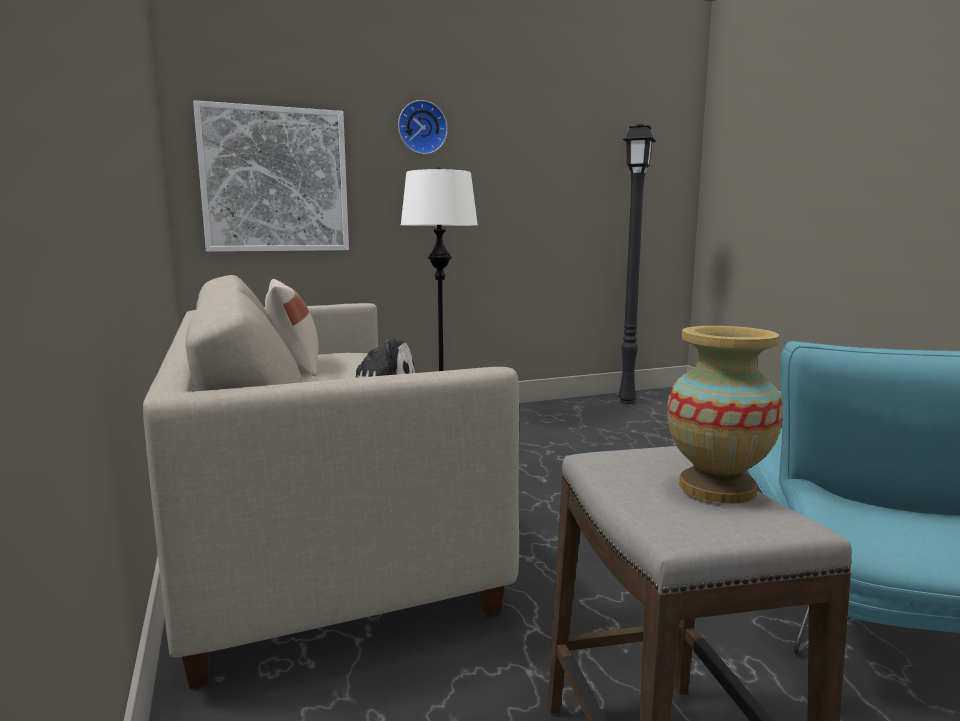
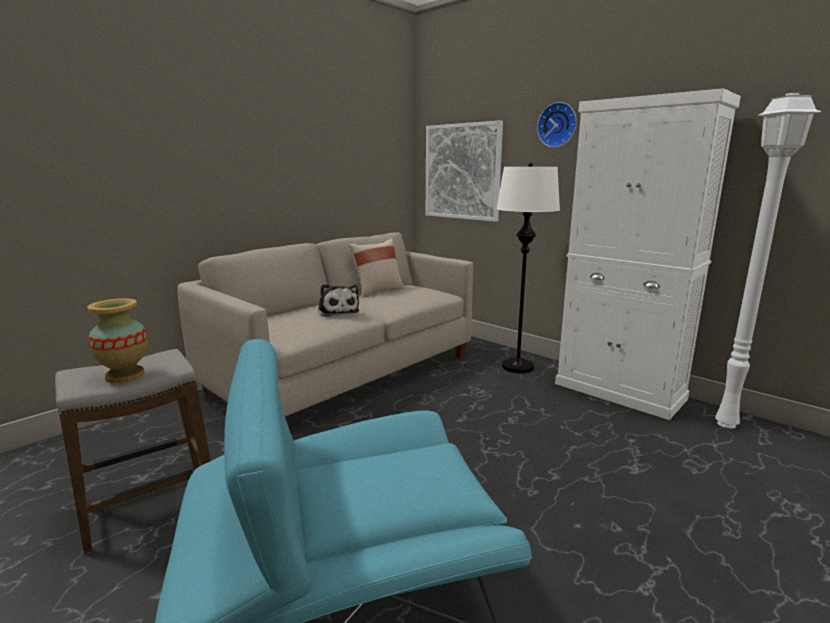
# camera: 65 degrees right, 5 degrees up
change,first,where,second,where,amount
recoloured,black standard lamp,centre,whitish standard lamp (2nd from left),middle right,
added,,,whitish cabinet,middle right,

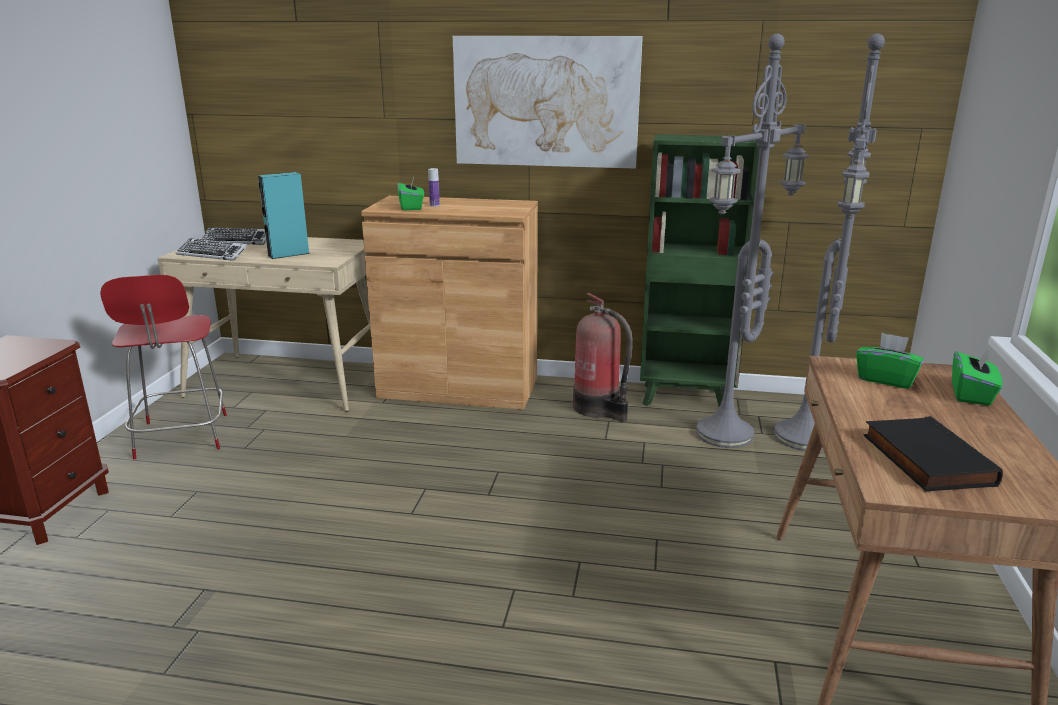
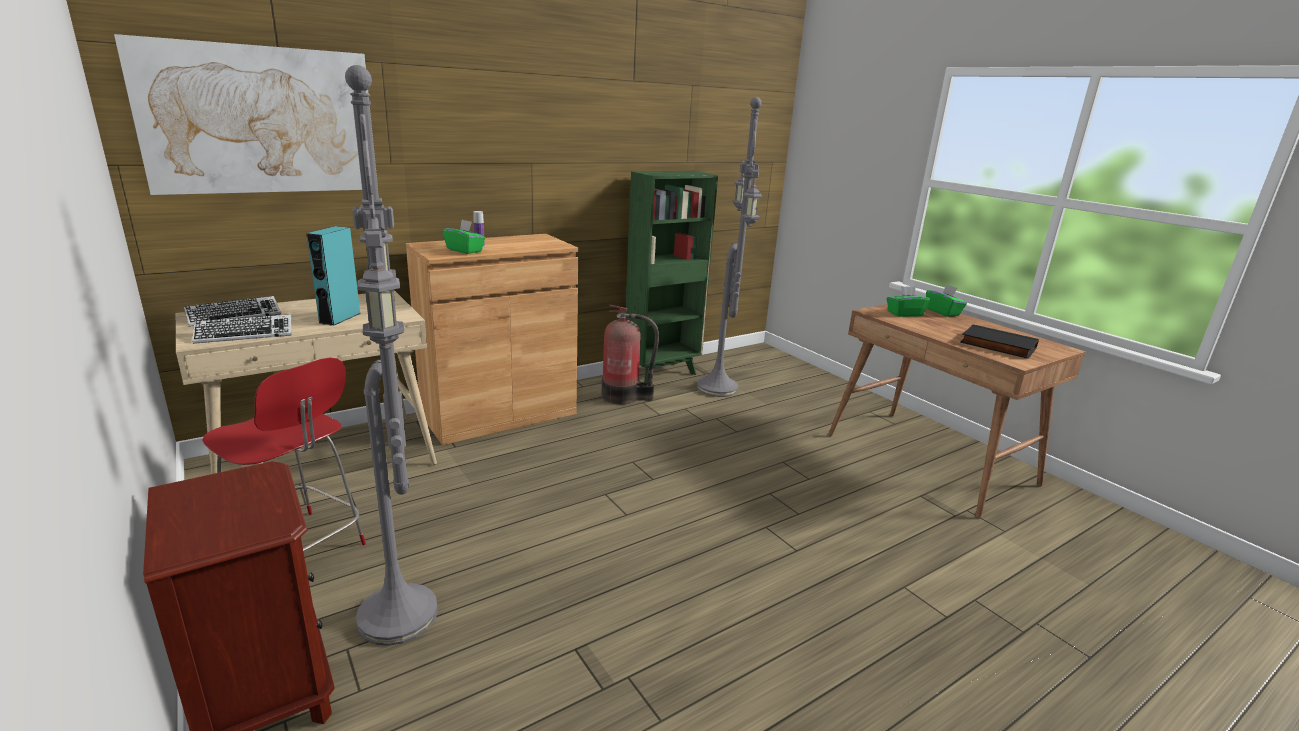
# camera: 45 degrees left, 0 degrees up
change,first,where,second,where,amount
moved,wall art,top centre,,top left,
moved,greyish standard lamp (2nd from left in the first image),middle right,greyish standard lamp (1st from left),middle left,

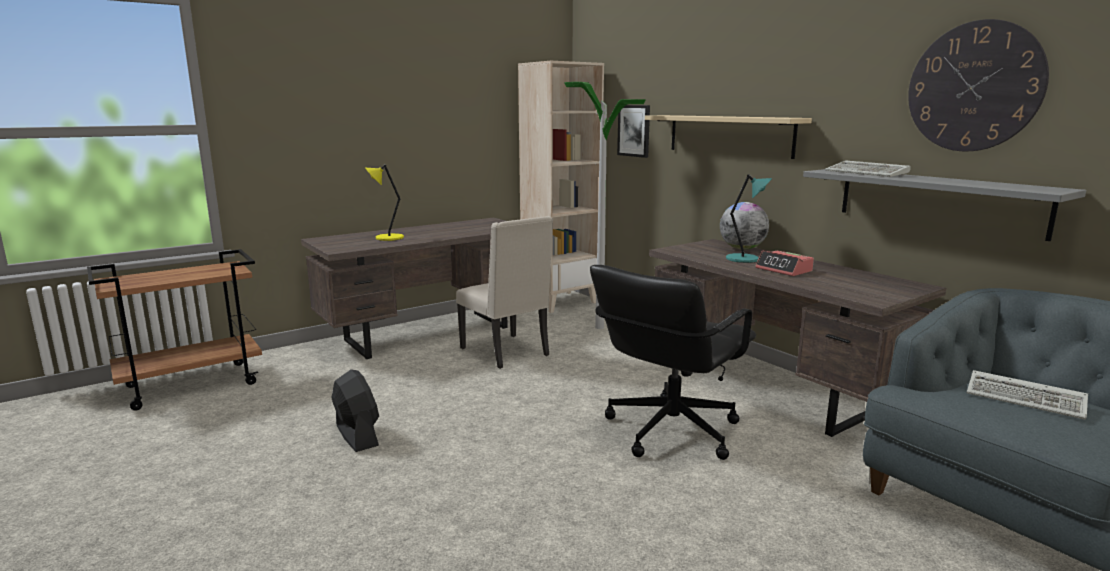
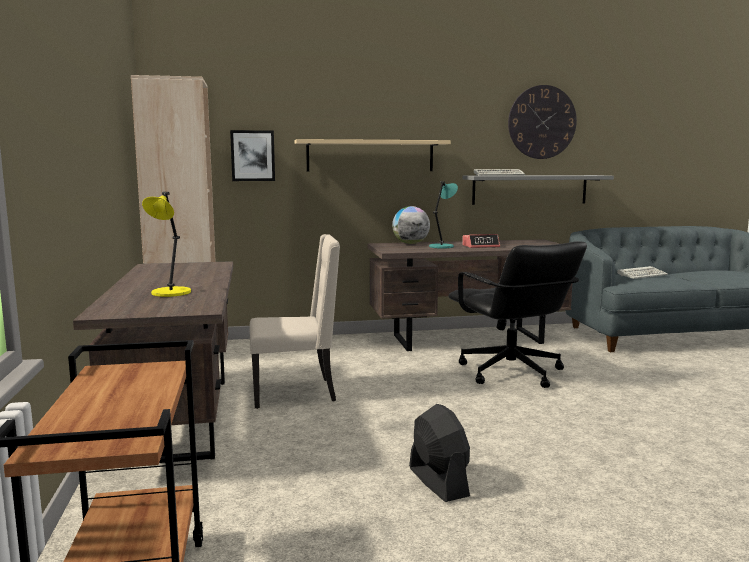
# camera: 65 degrees left, 5 degrees down
change,first,where,second,where,amount
turned,black electric fan,bottom left,,bottom centre,75 degrees clockwise
removed,standard lamp,centre,,,

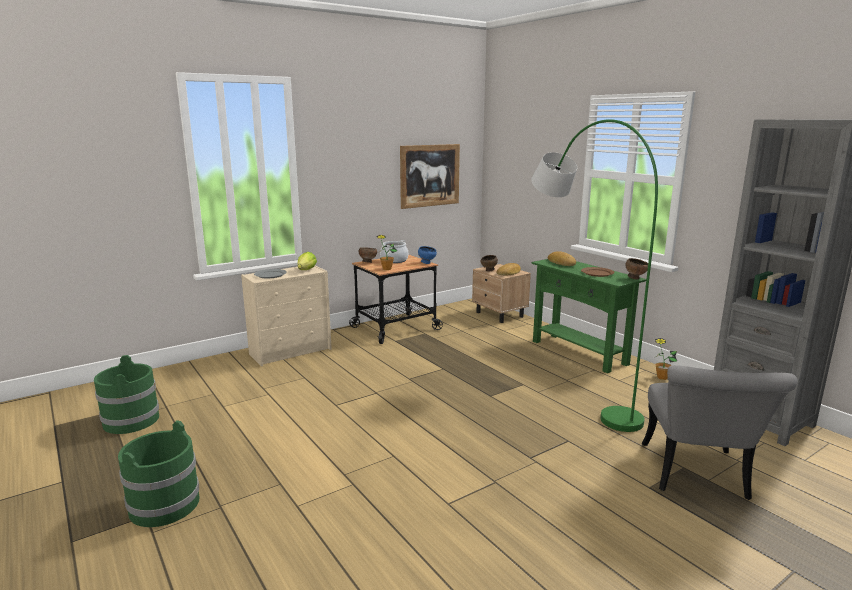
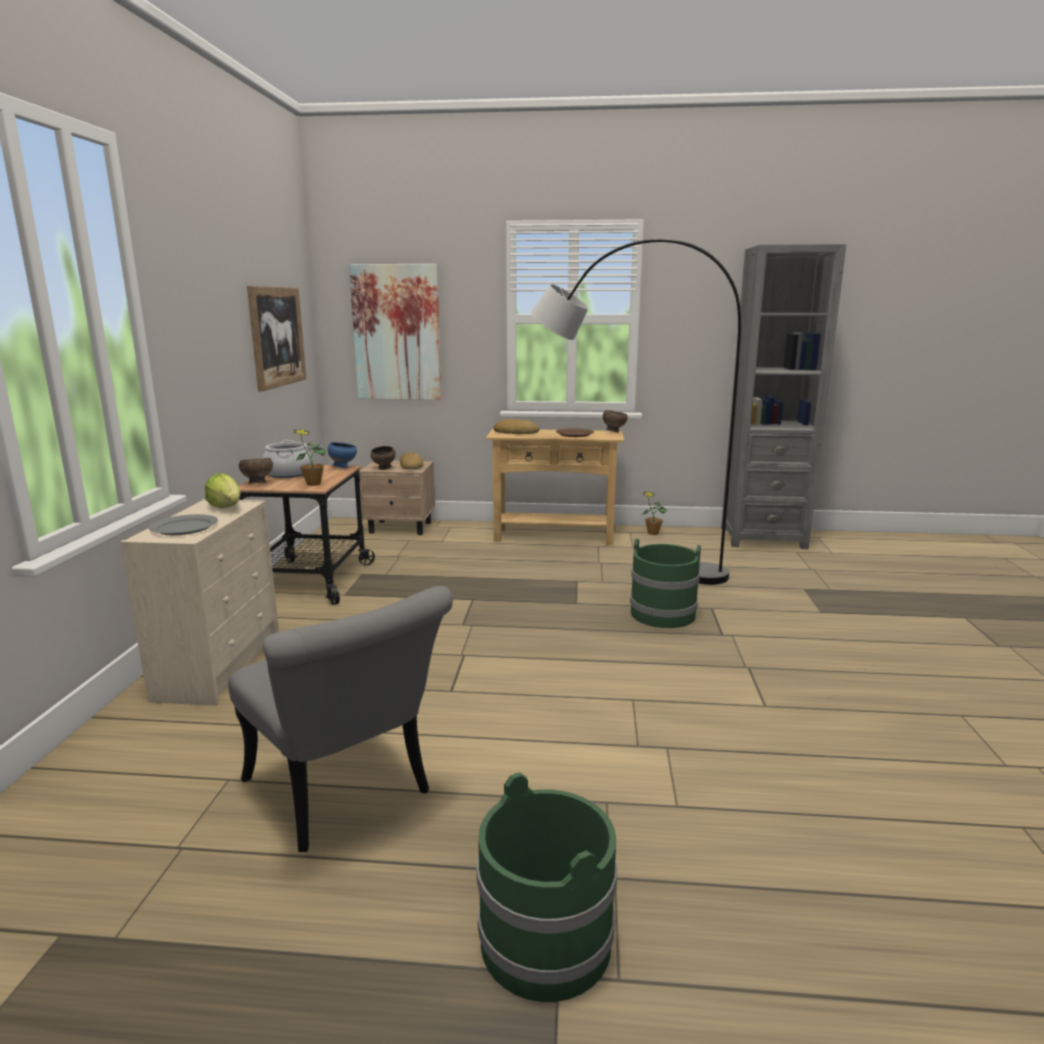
# camera: 50 degrees left, 0 degrees up
change,first,where,second,where,amount
moved,green water bucket (1st from left in the first image),bottom left,green water bucket (2nd from left),centre,
recoloured,green standard lamp,middle right,greyish standard lamp,centre,
recoloured,green console table,middle right,sand-coloured console table,centre,
moved,greyish chair,bottom right,,bottom left,
added,,,wall art (2nd from left),top centre,

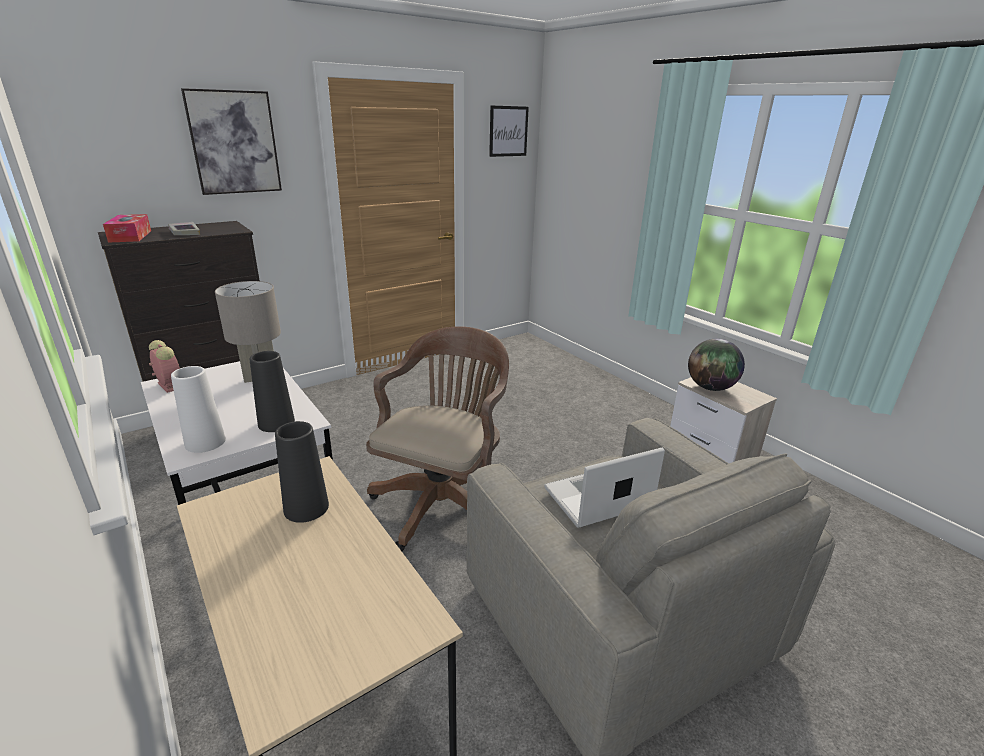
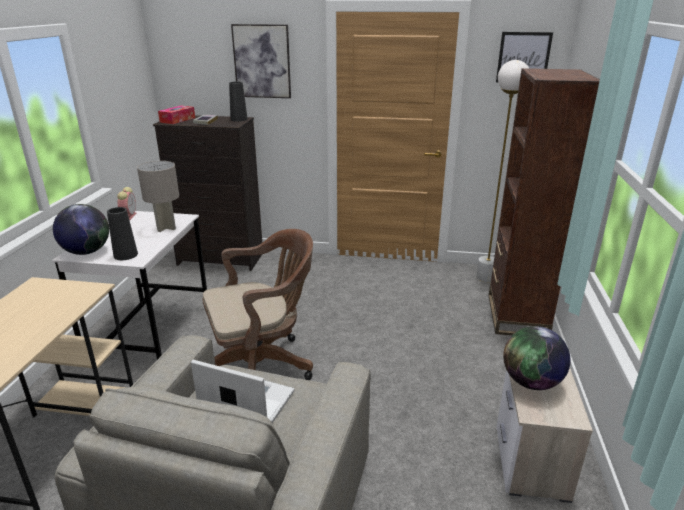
# camera: 45 degrees right, 0 degrees up
change,first,where,second,where,amount
replaced,whitish decorative vase,middle left,globe (1st from left),middle left,
moved,black decorative vase (2nd from left),middle left,,top centre,
added,,,whitish standard lamp,middle right,
added,,,brown-coloured bookshelf,middle right,

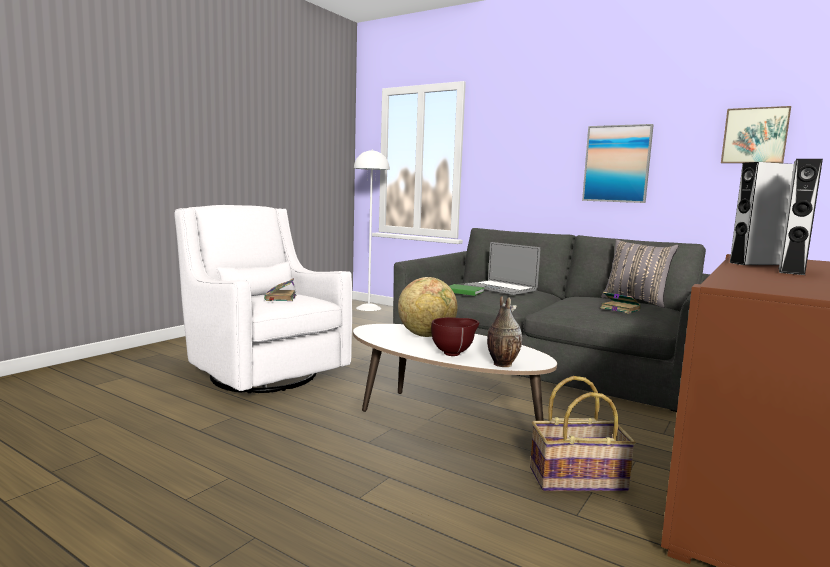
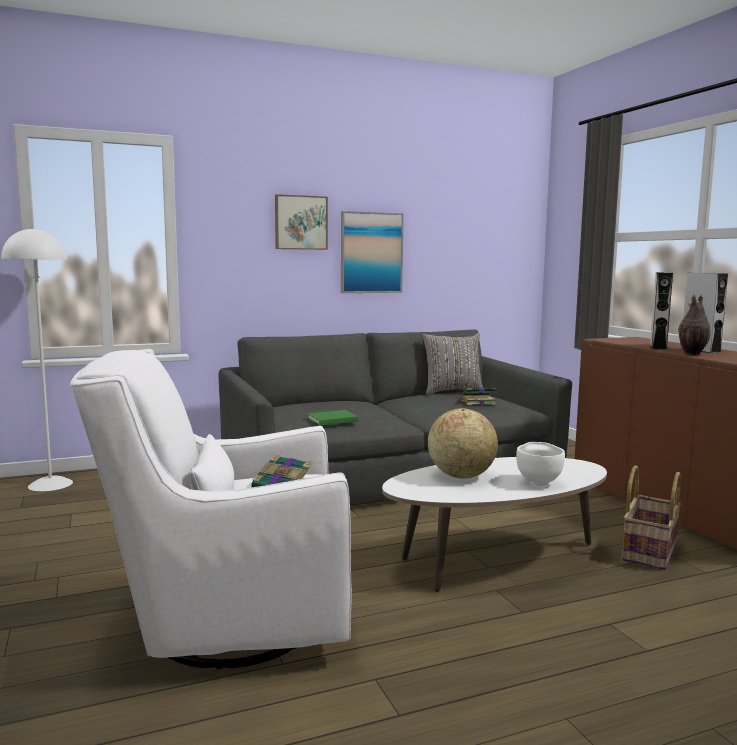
# camera: 55 degrees left, 0 degrees up
change,first,where,second,where,amount
recoloured,brown-coloured bowl,centre,whitish bowl,middle right,
removed,laptop,centre,,,
moved,decorative vase,centre,,middle right,
moved,wall art (2nd from left in the first image),top right,wall art (1st from left),top centre,

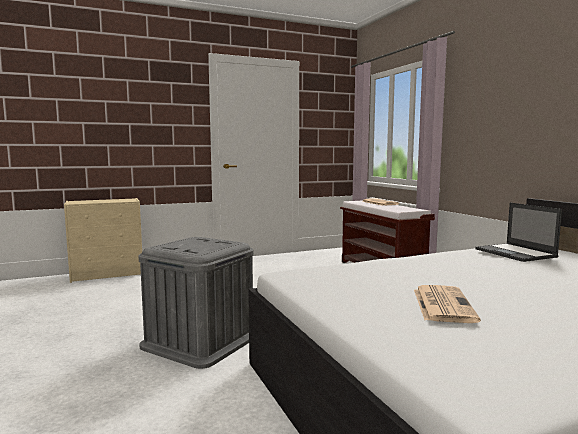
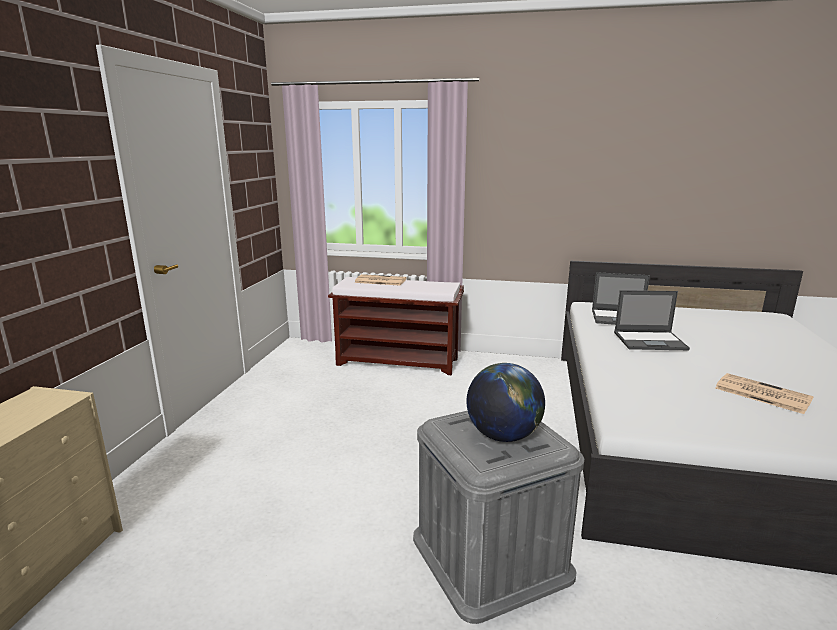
# camera: 55 degrees left, 10 degrees up
change,first,where,second,where,amount
added,,,globe,centre,
added,,,laptop (2nd from left),middle right,

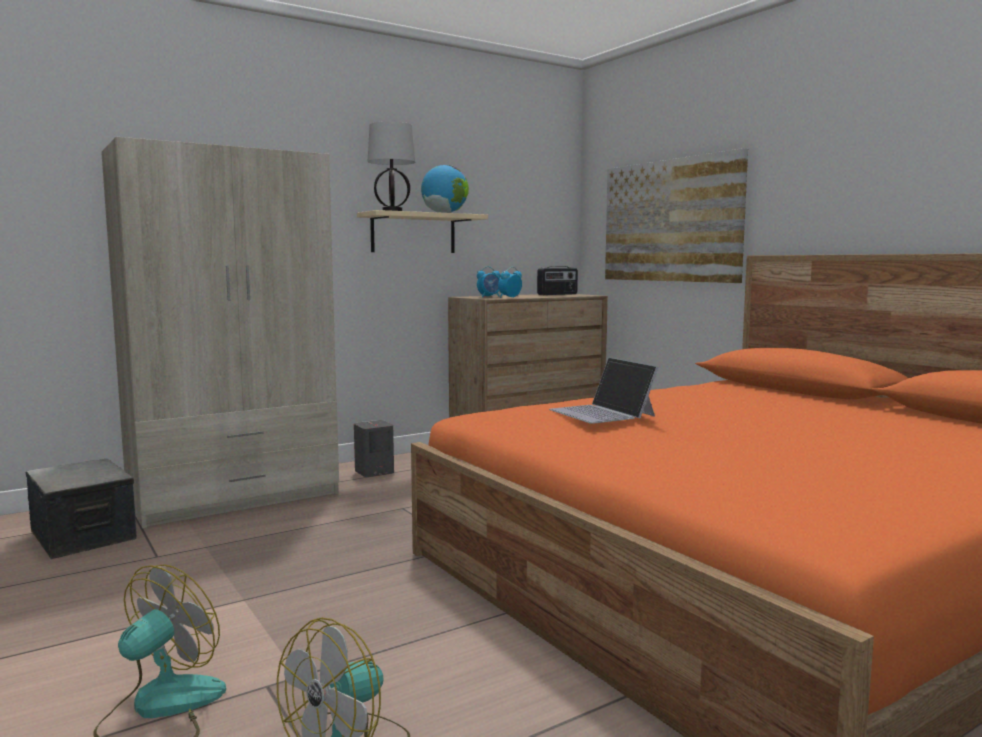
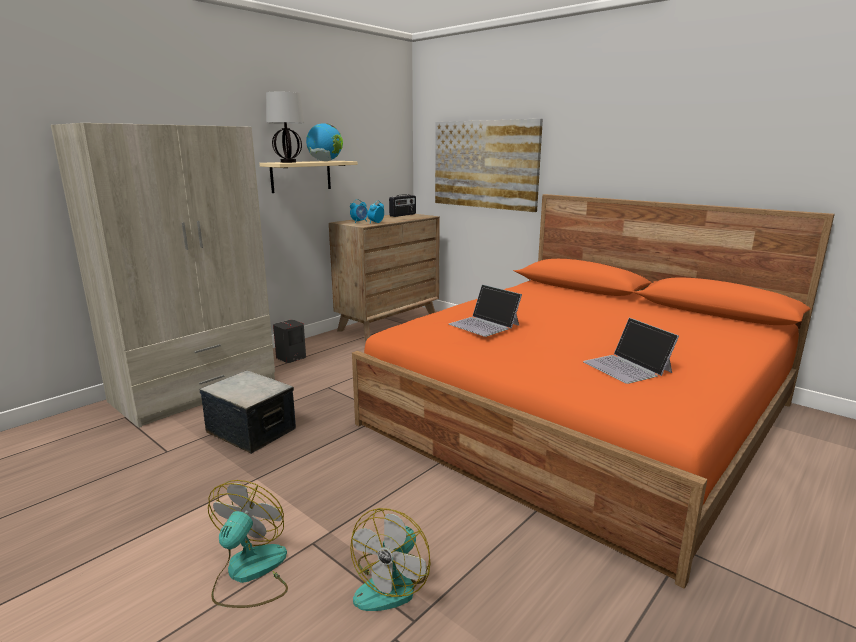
# camera: 15 degrees left, 10 degrees up
change,first,where,second,where,amount
moved,storage bin,bottom left,,middle left,
added,,,laptop (2nd from left),middle right,

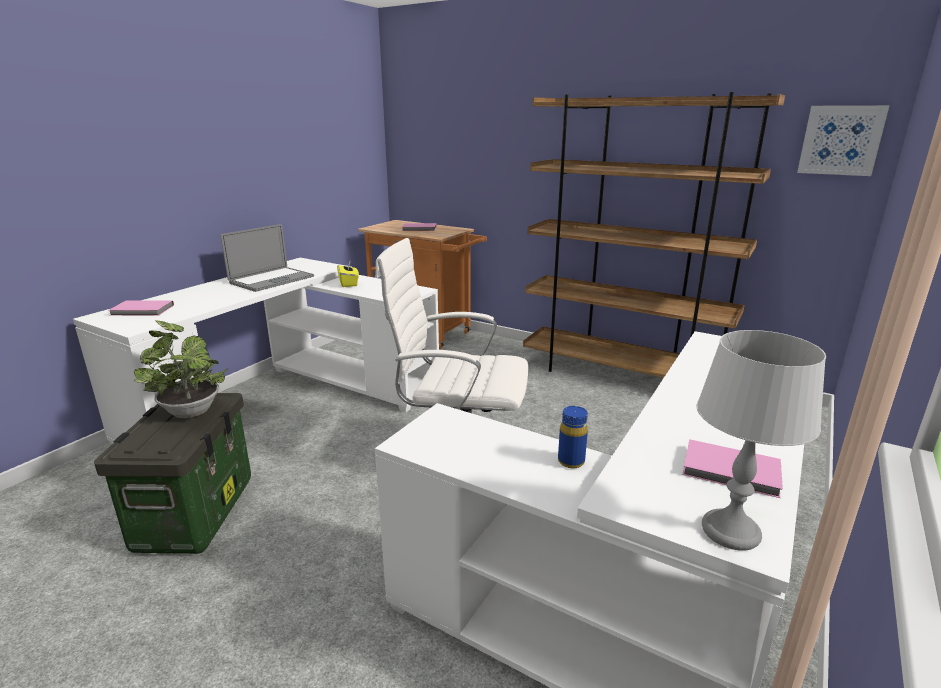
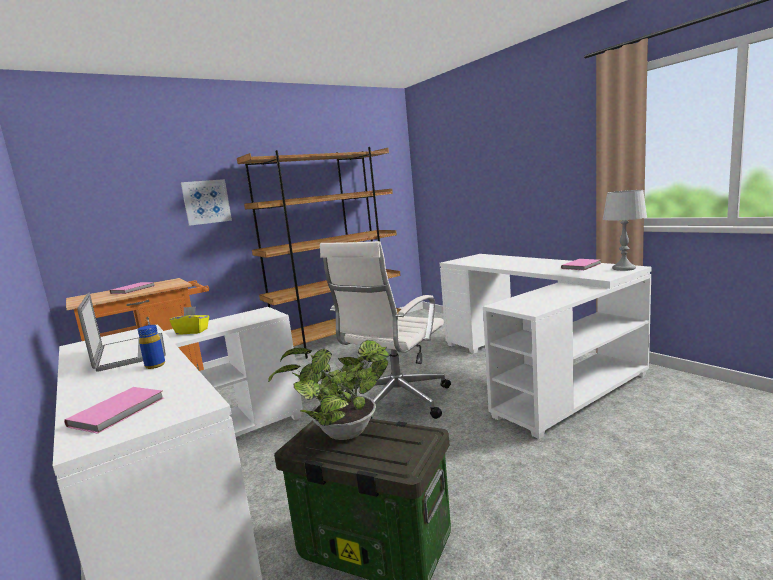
# camera: 65 degrees left, 10 degrees down
change,first,where,second,where,amount
moved,blue bottle,centre,,middle left,
moved,wall art,top right,,middle left,

